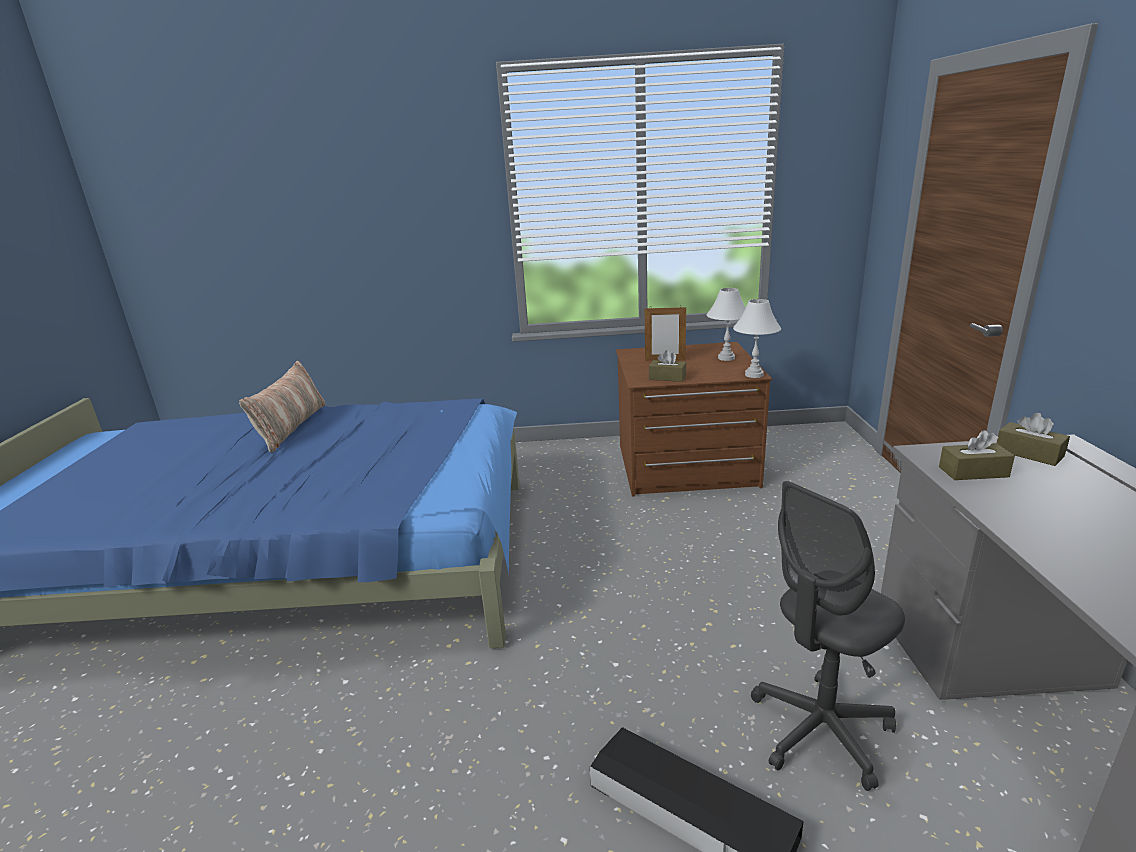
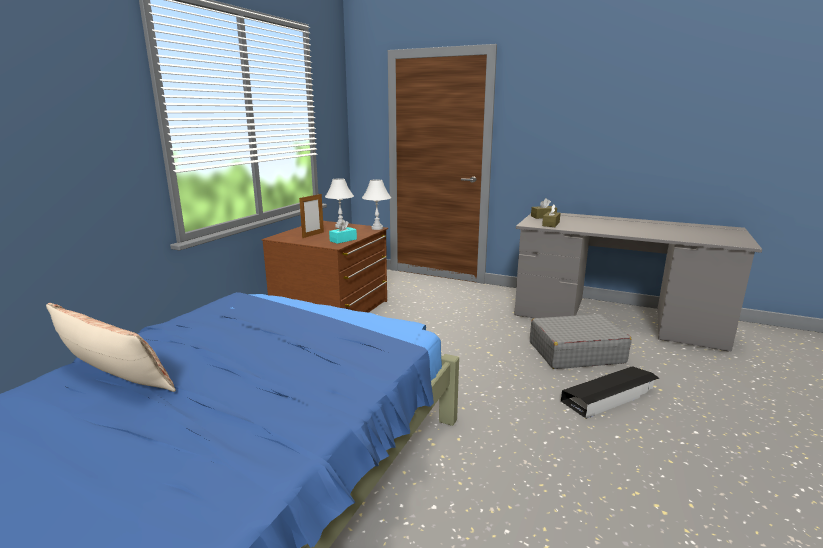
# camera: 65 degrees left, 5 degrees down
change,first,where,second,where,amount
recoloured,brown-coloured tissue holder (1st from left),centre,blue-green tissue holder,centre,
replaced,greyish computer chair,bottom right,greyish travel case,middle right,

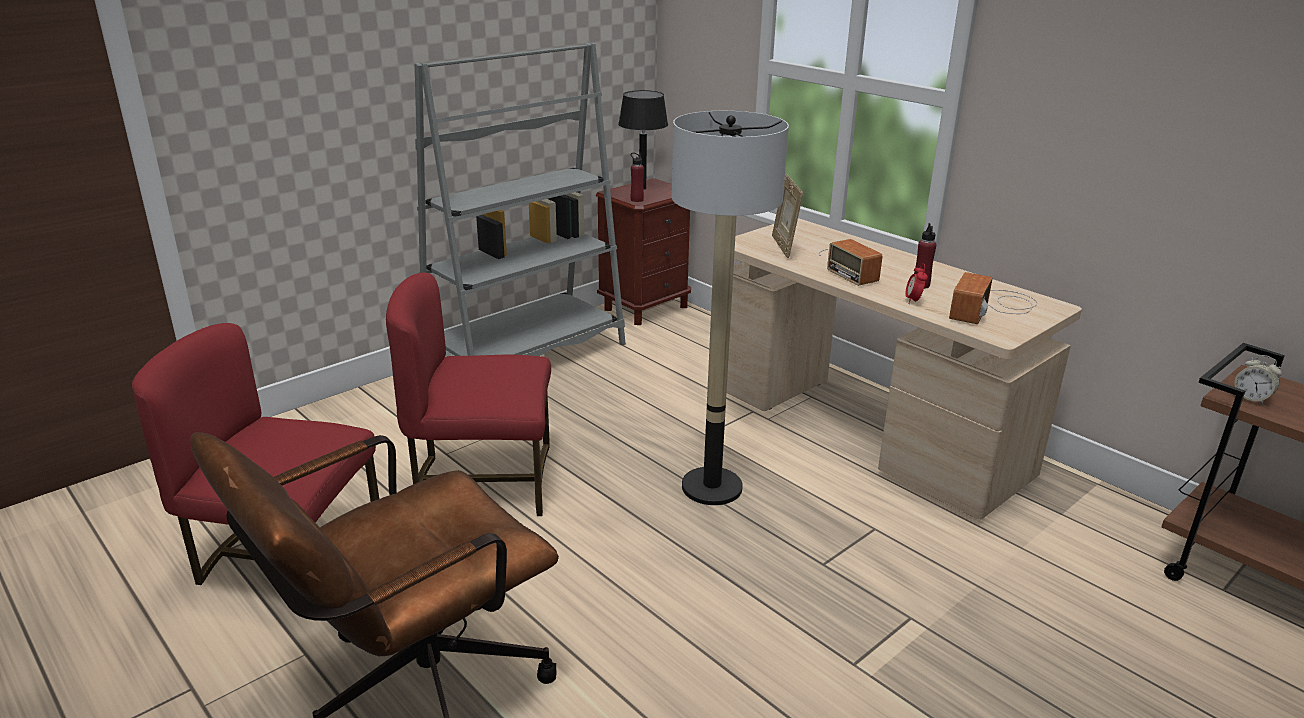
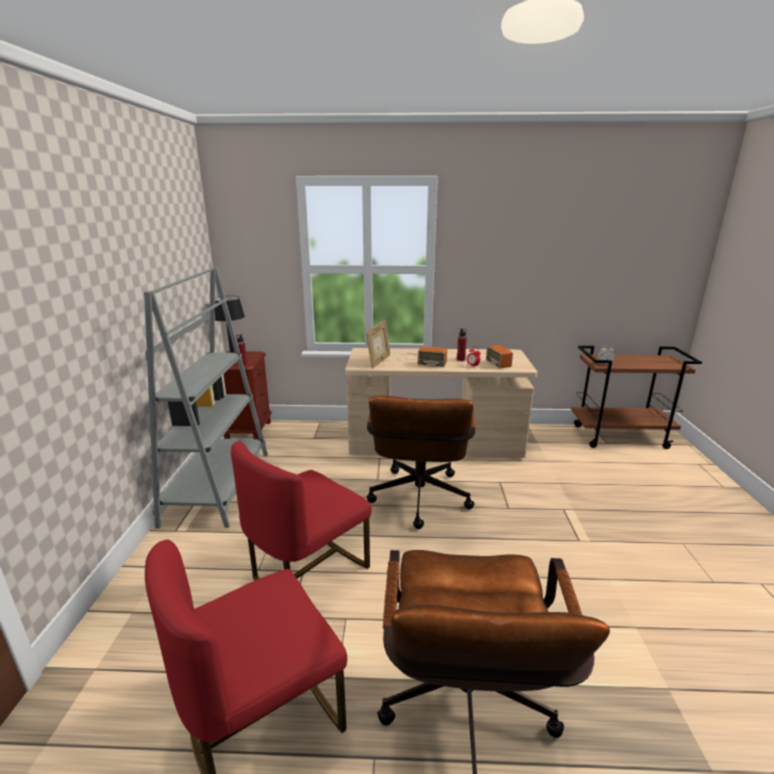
# camera: 45 degrees left, 5 degrees down
change,first,where,second,where,amount
replaced,standard lamp,centre,brown-coloured computer chair (1st from left),centre,
turned,picture frame,top centre,,centre,105 degrees counterclockwise

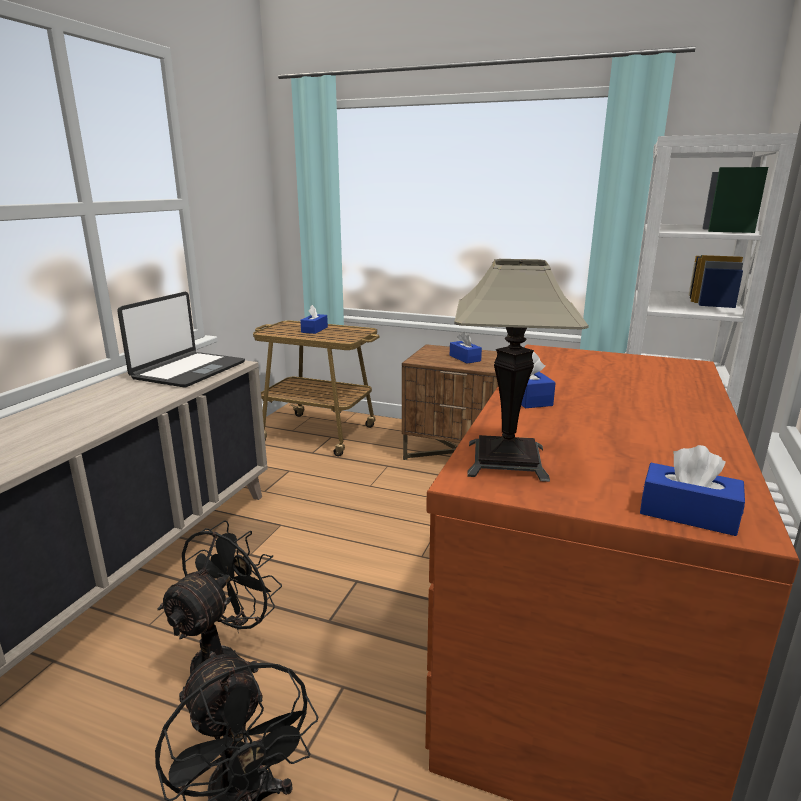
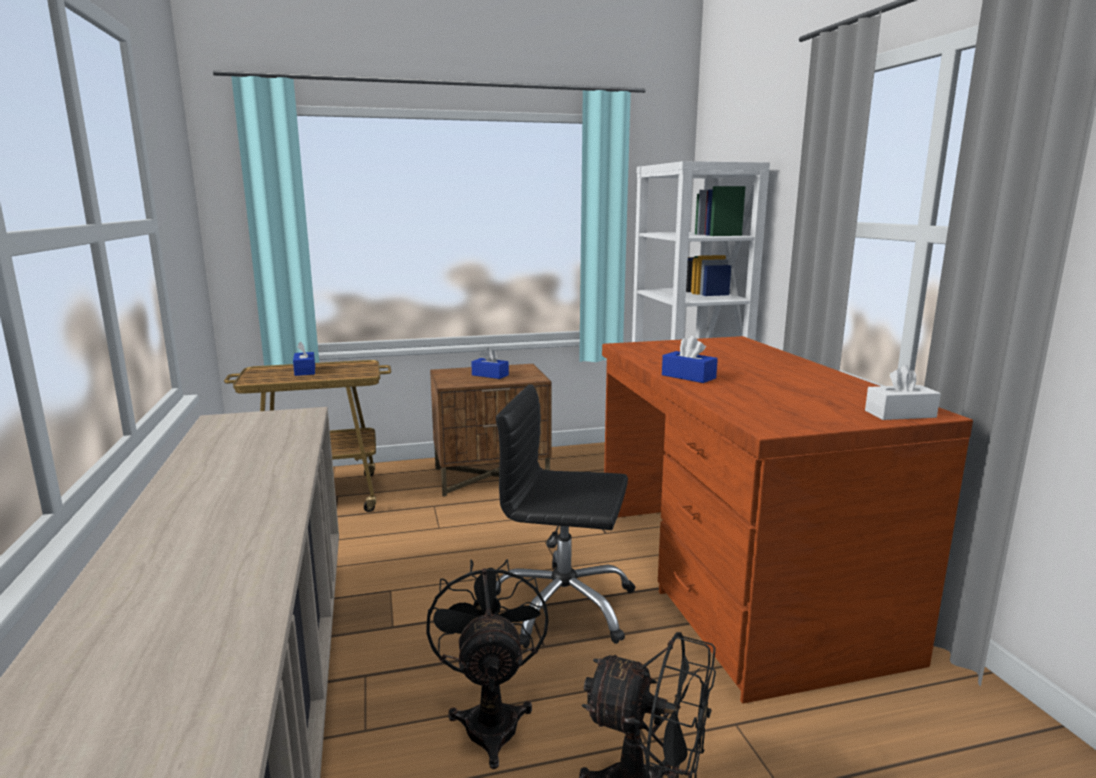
# camera: 35 degrees left, 5 degrees down
change,first,where,second,where,amount
removed,laptop,middle left,,,
removed,lamp for a table,centre,,,
recoloured,blue tissue holder (4th from left),middle right,whitish tissue holder,middle right,
added,,,black computer chair,centre,

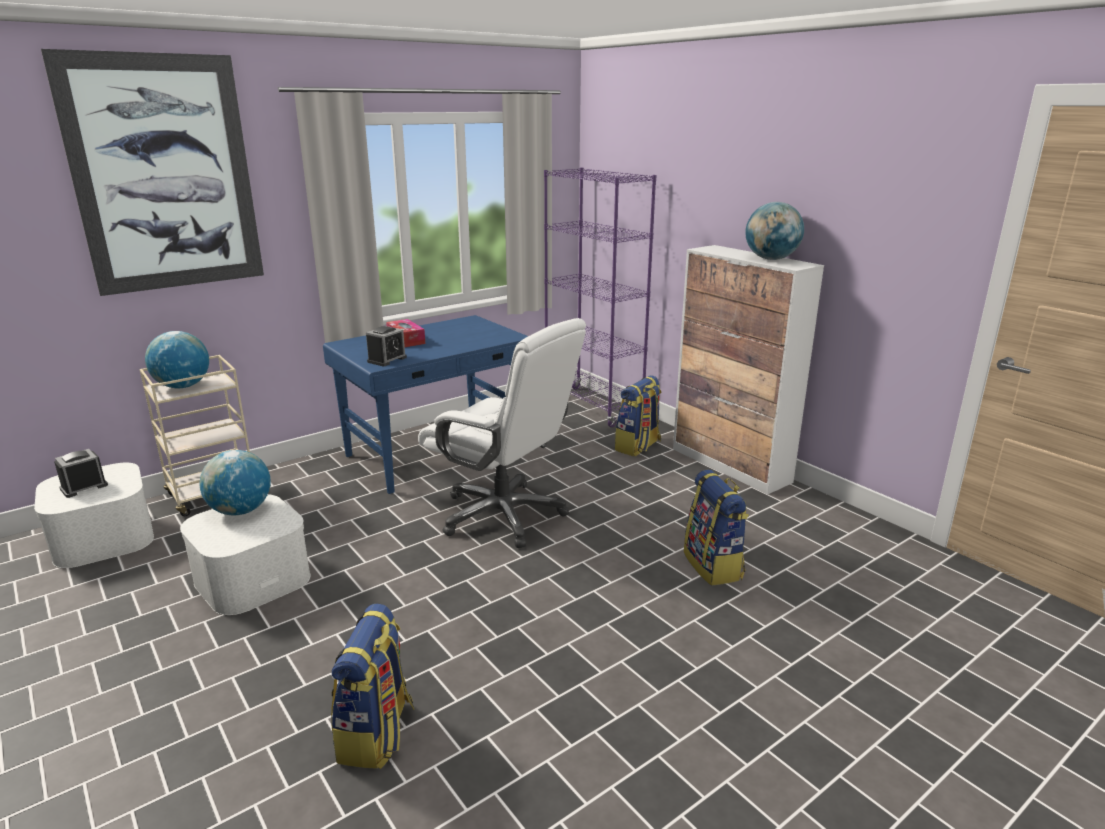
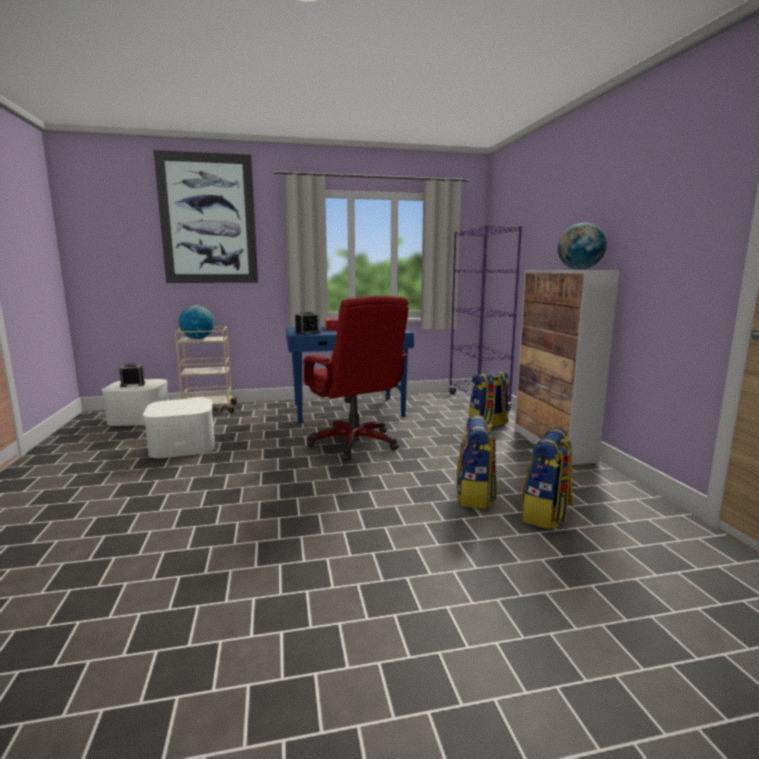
# camera: 25 degrees right, 10 degrees down
change,first,where,second,where,amount
removed,globe (2nd from left),middle left,,,
moved,rucksack (1st from left in the first image),bottom centre,rucksack (3rd from left),middle right,
recoloured,whitish computer chair,centre,red-coloured computer chair,centre,

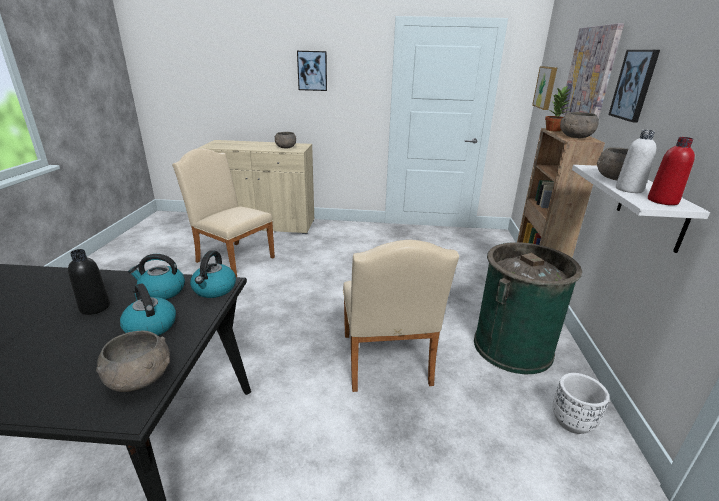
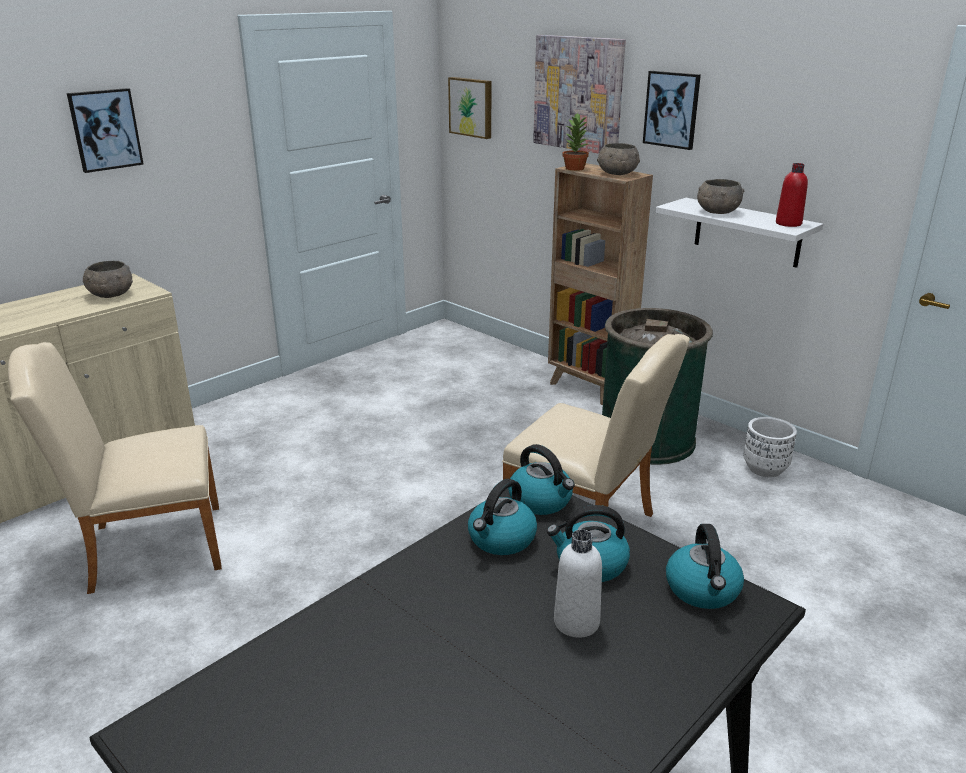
# camera: 50 degrees left, 0 degrees up
change,first,where,second,where,amount
removed,black bottle,middle left,,,
replaced,greyish bowl (1st from left),bottom left,water kettle (4th from left),bottom right,
moved,whitish bottle,top right,,bottom centre,

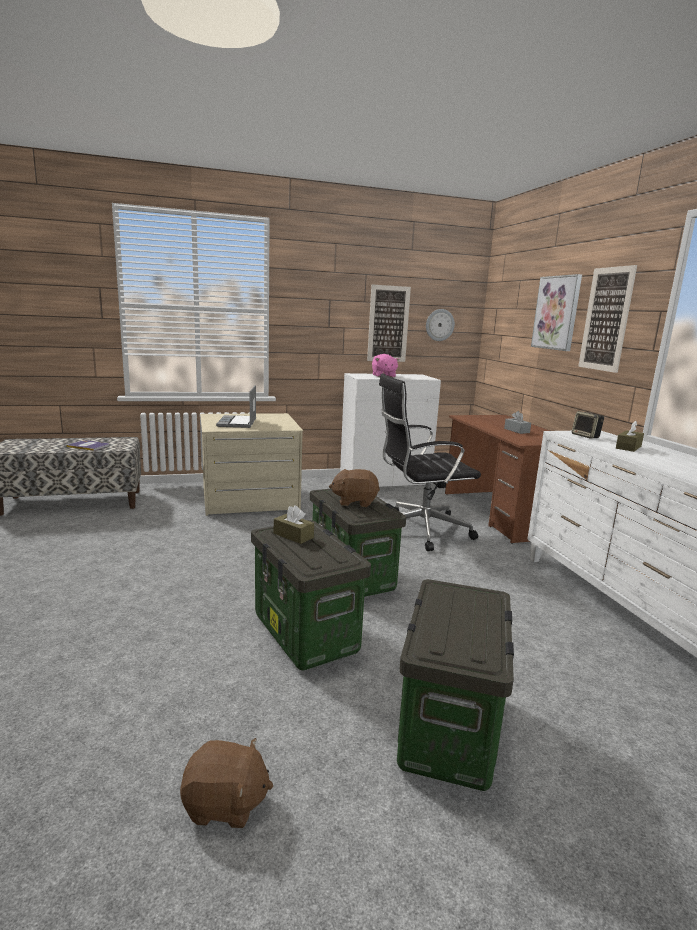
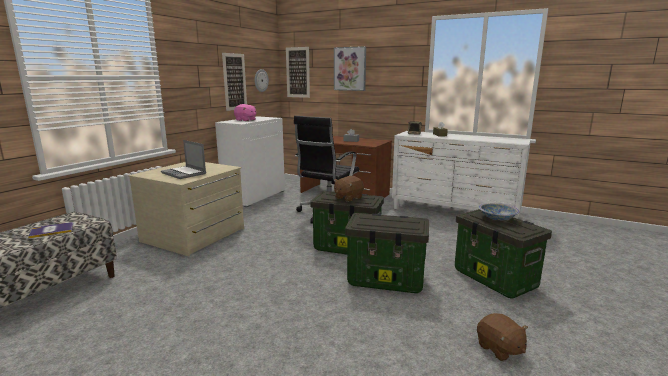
# camera: 45 degrees left, 0 degrees up
change,first,where,second,where,amount
turned,brown-coloured plush toy (1st from left in the first image),bottom left,brown-coloured plush toy (2nd from left),bottom right,105 degrees clockwise
removed,brown-coloured tissue holder (1st from left),centre,,,
moved,wall art (3rd from left in the first image),middle right,wall art (2nd from left),top centre,
added,,,bowl,middle right,

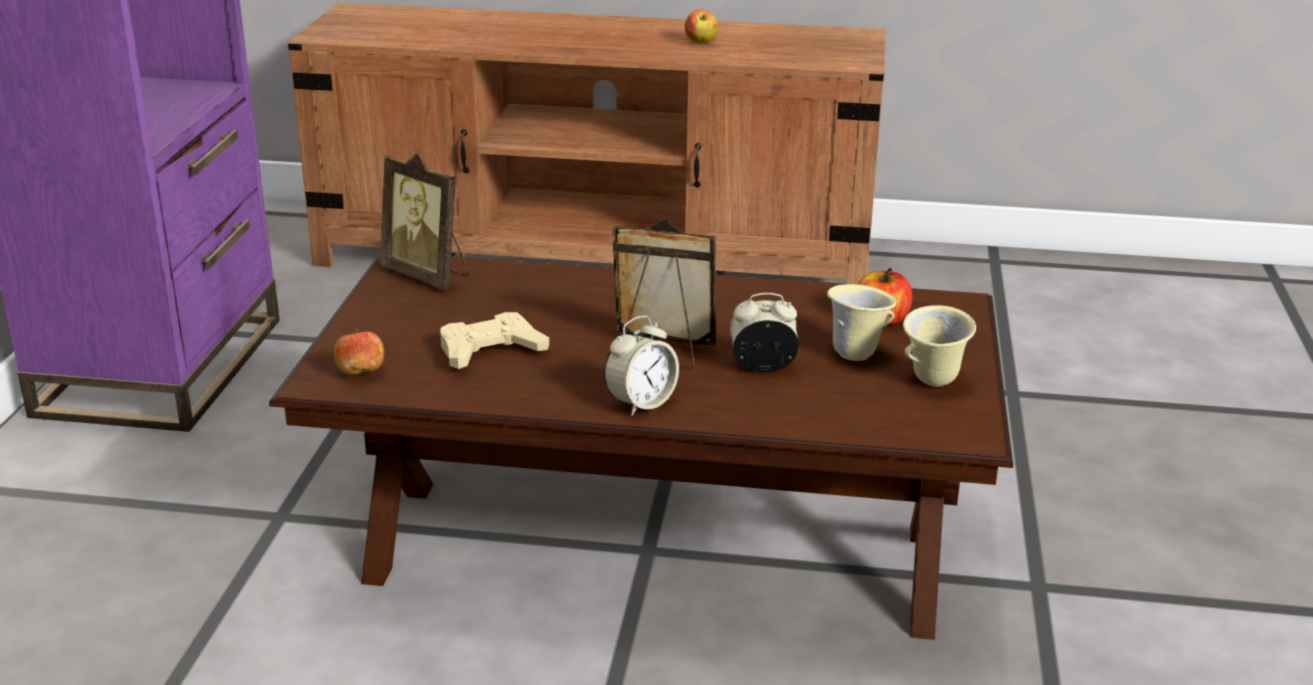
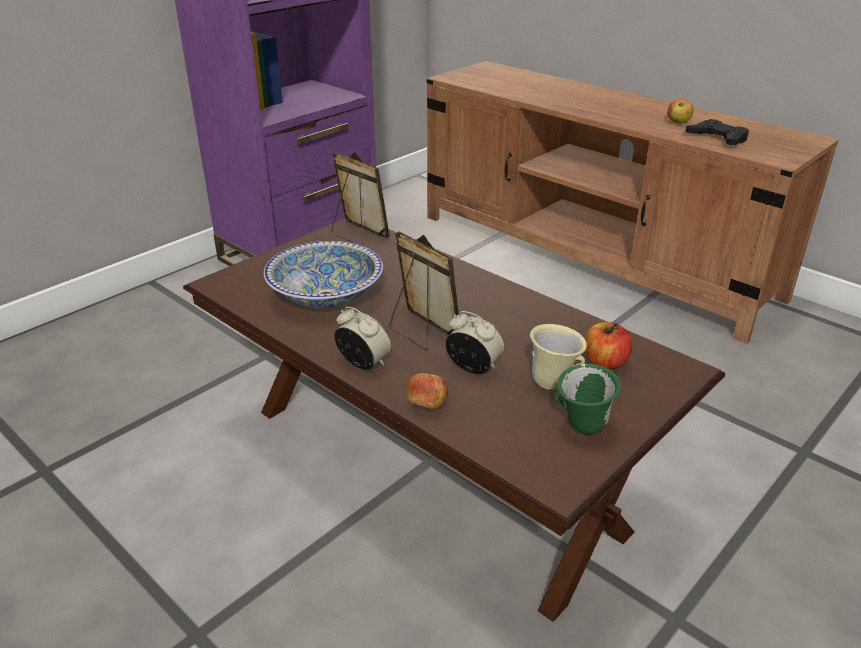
# camera: 35 degrees right, 5 degrees up
change,first,where,second,where,amount
moved,apple (1st from left),middle left,,centre,
turned,picture frame (1st from left),top left,,top centre,150 degrees clockwise
replaced,sand-coloured gamepad,centre,bowl,centre,
turned,bedside clock (1st from left),centre,,centre,135 degrees counterclockwise
recoloured,sand-coloured tea mug (2nd from left),middle right,green tea mug,middle right,
added,,,black gamepad,top right,

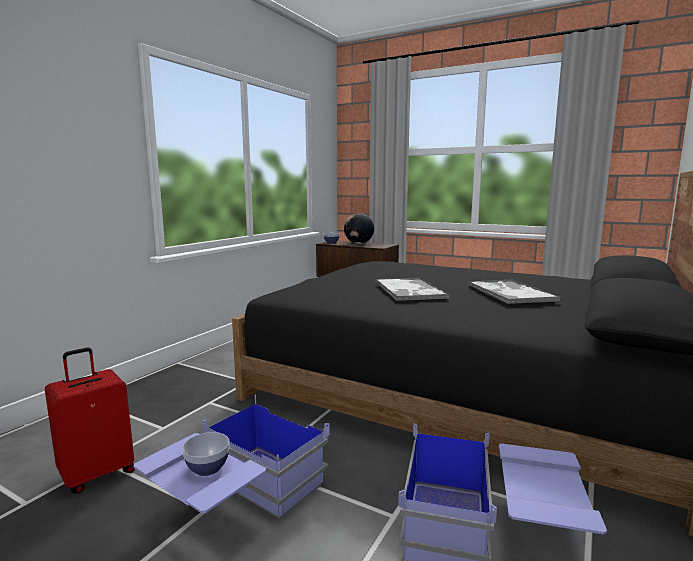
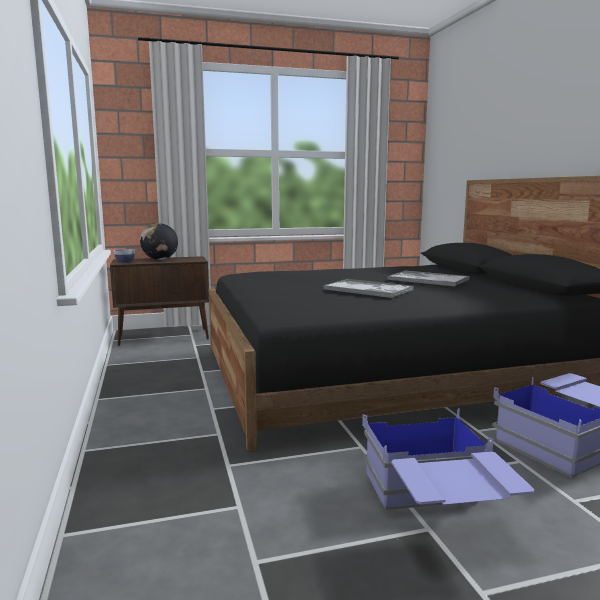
# camera: 45 degrees left, 0 degrees up
change,first,where,second,where,amount
removed,red-coloured travel case,bottom left,,,
removed,bowl (1st from left),bottom left,,,

